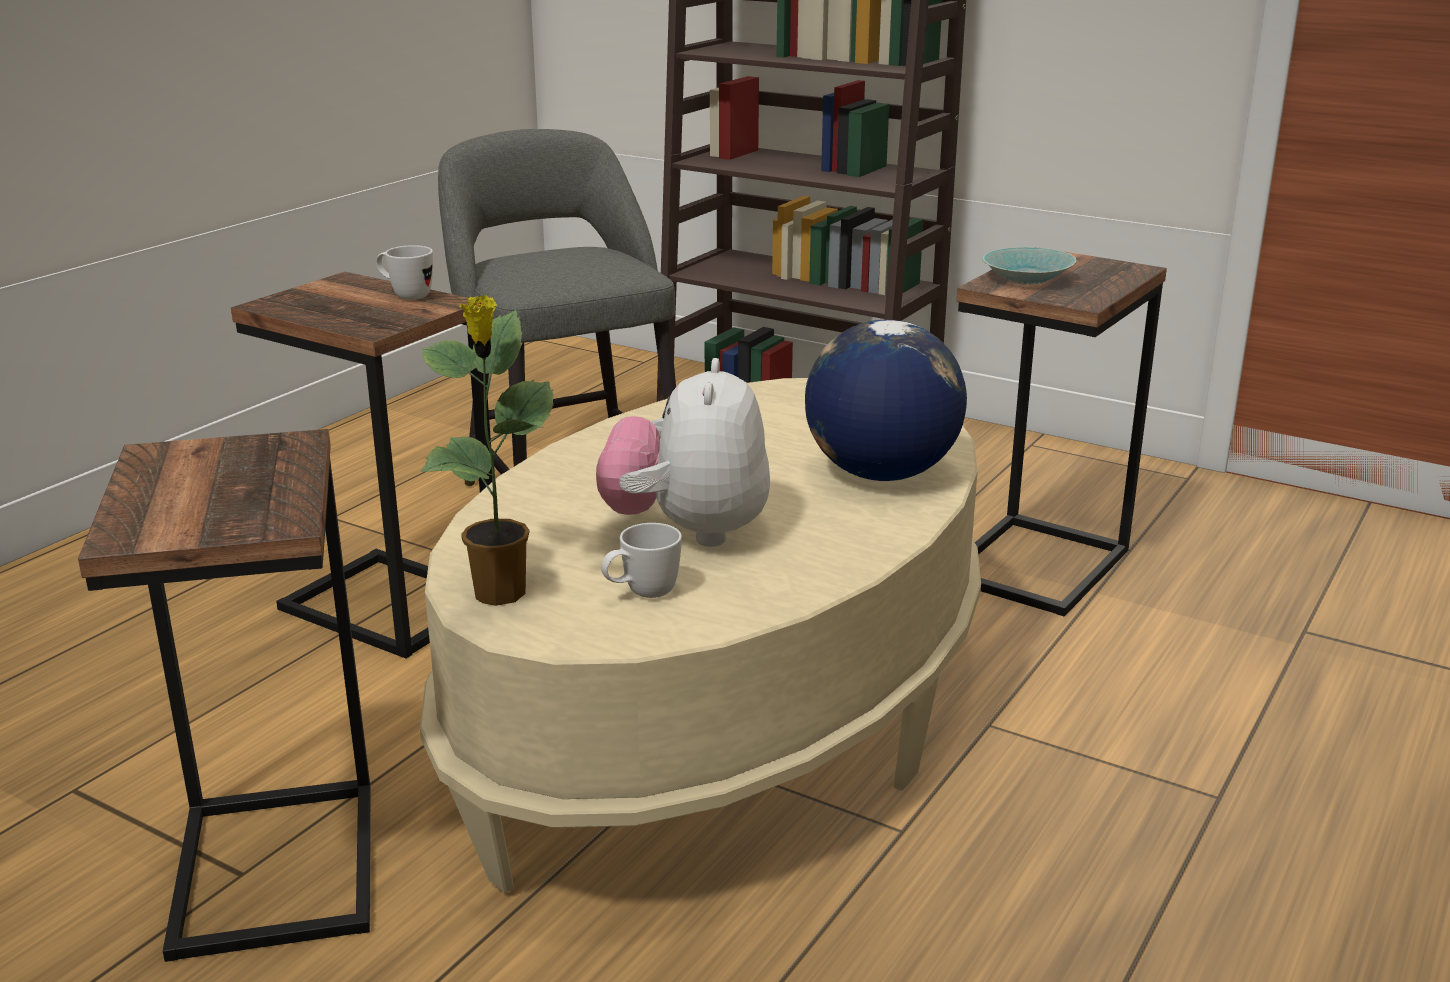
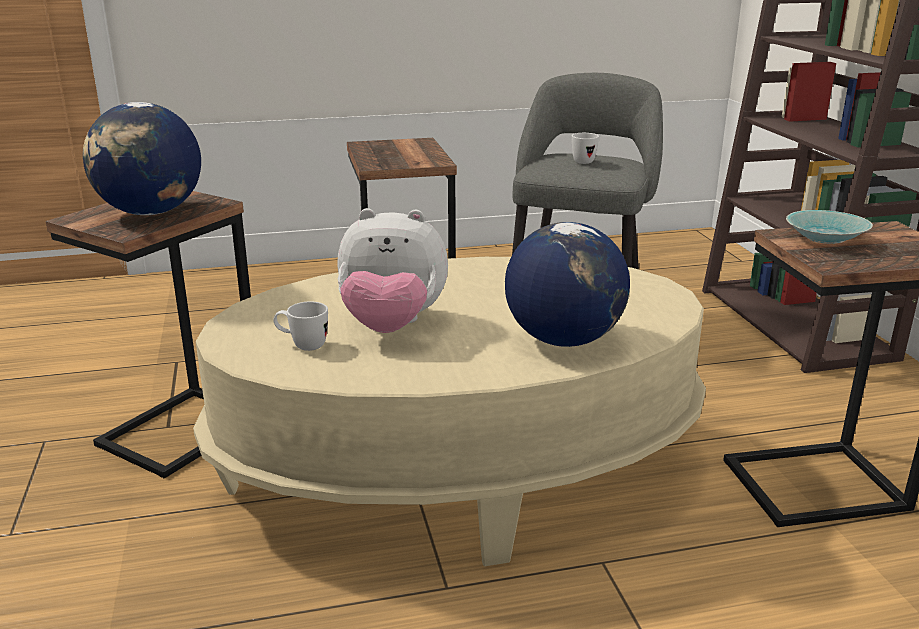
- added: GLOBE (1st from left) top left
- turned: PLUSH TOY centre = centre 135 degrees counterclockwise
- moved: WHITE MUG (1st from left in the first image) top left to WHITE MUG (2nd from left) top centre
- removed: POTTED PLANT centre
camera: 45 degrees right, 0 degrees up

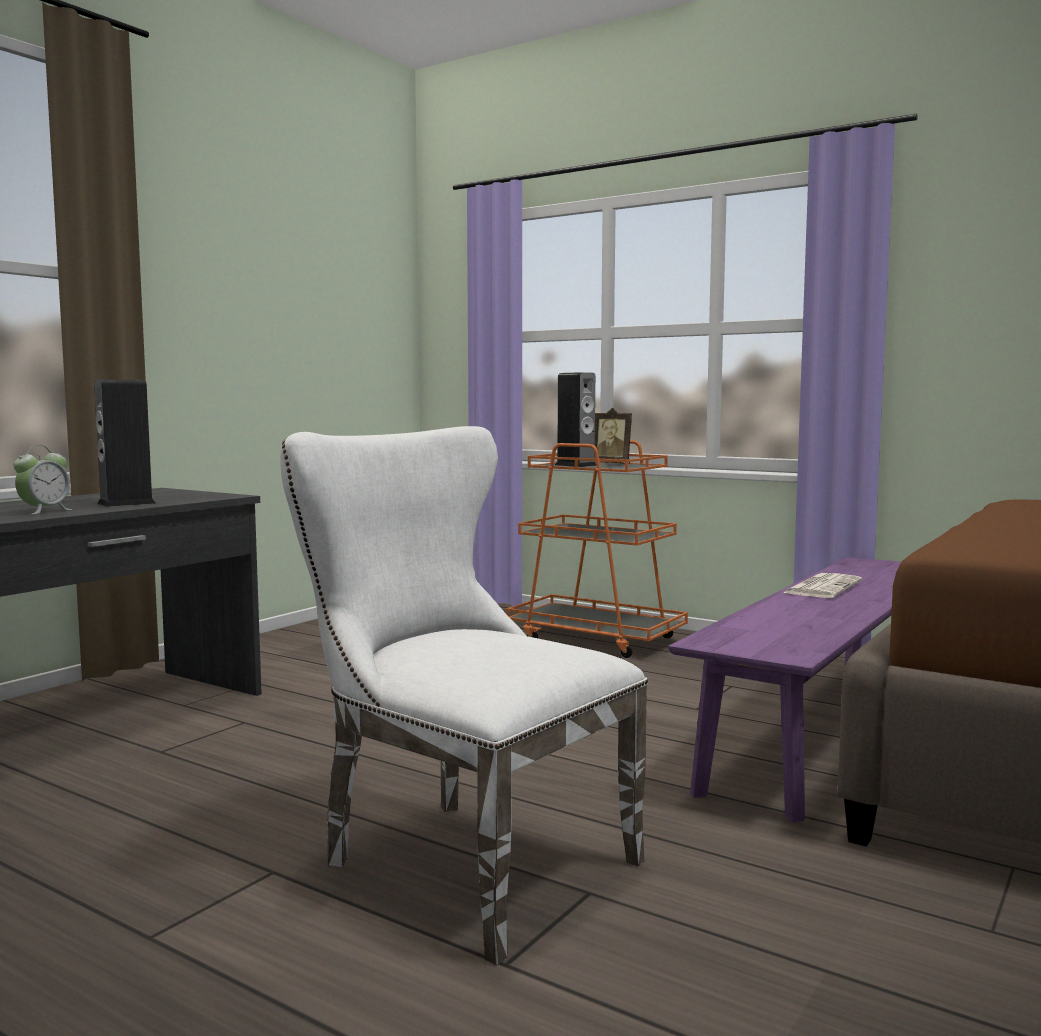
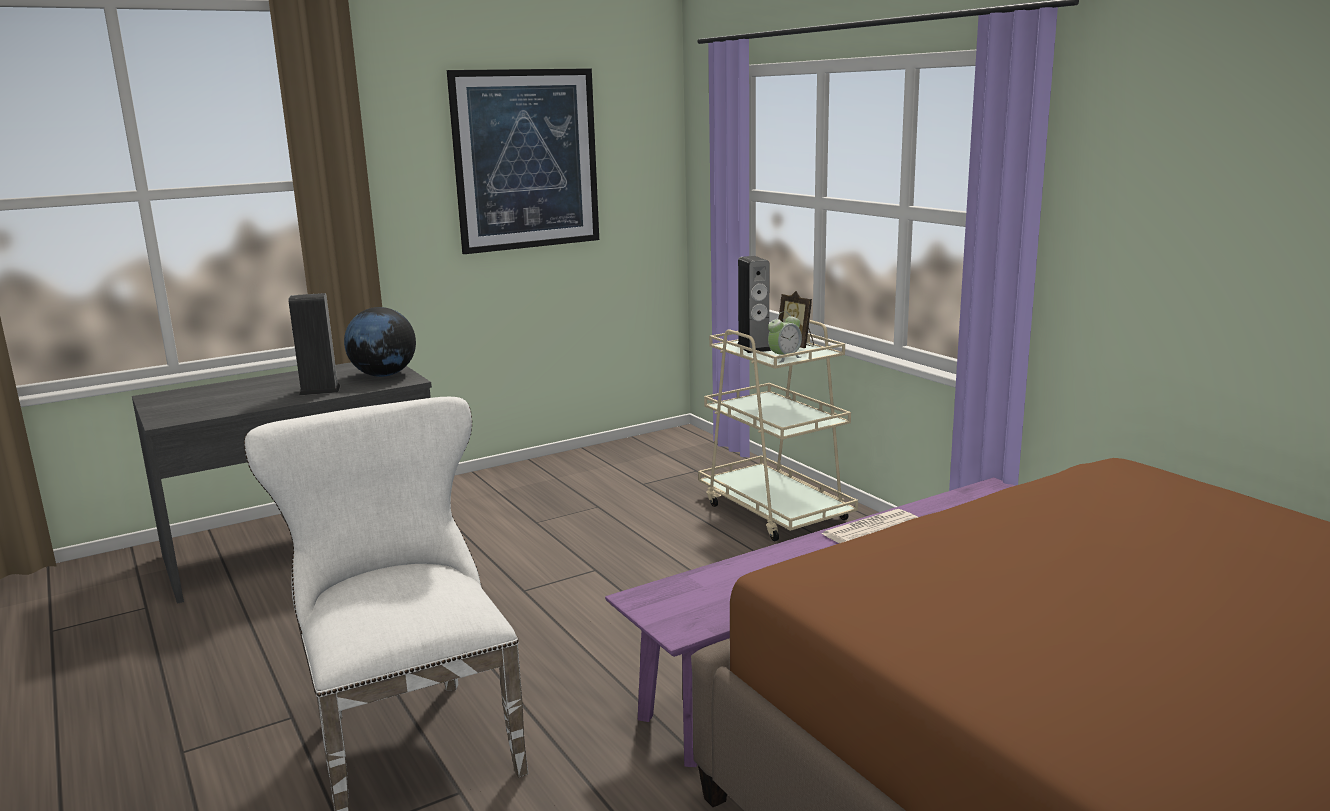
- added: GLOBE middle left
- added: PICTURE top centre
- recoloured: ORANGE CART centre to BEIGE CART centre
- moved: ALARM CLOCK middle left to centre
camera: 25 degrees right, 10 degrees up

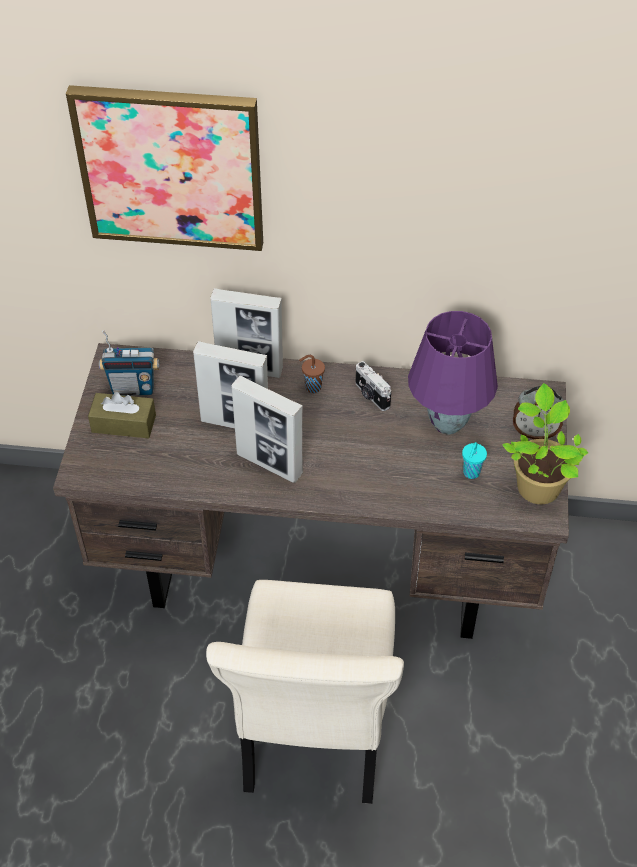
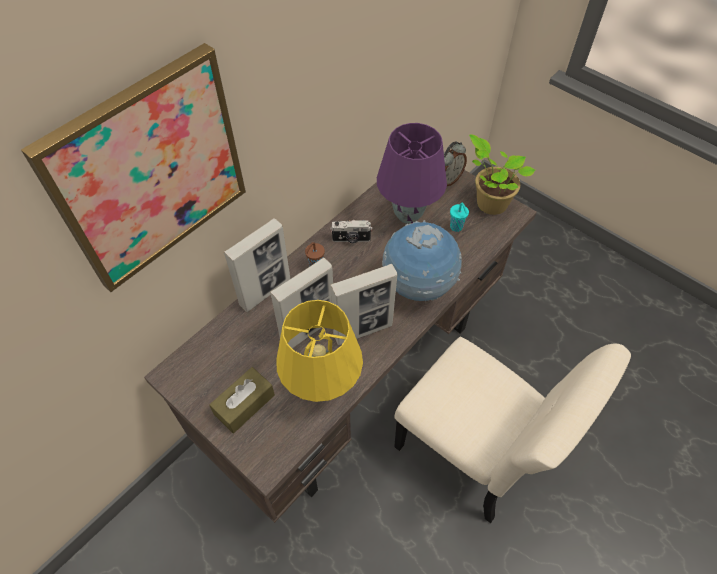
- added: YELLOW TABLE LAMP centre
- added: GLOBE centre
- removed: RADIO middle left
camera: 55 degrees left, 5 degrees up

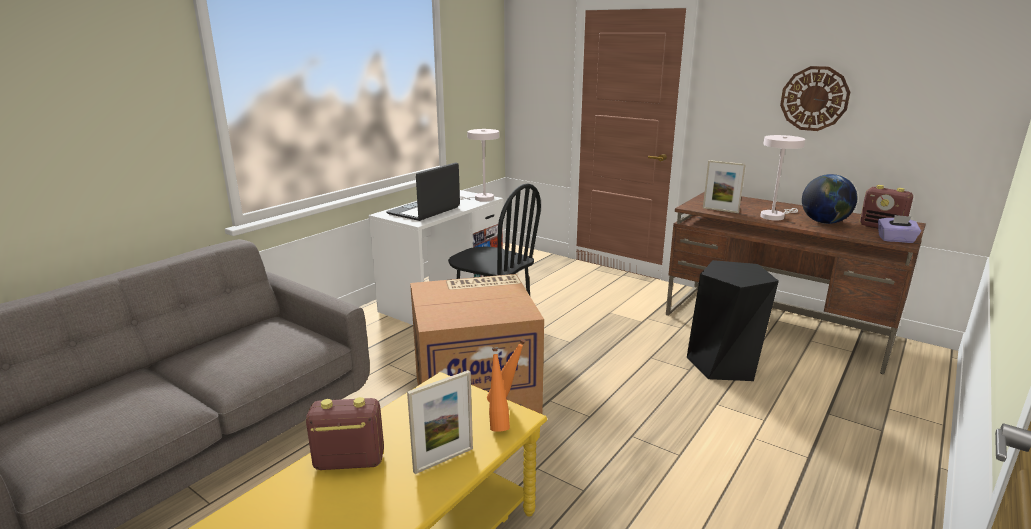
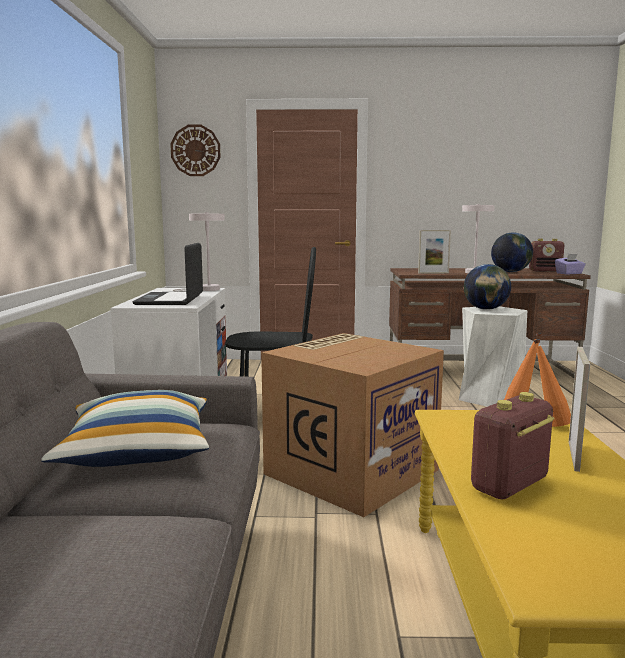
- added: PILLOW middle left
- moved: WALL CLOCK top right to top left
- recoloured: BLACK STOOL middle right to WHITE STOOL middle right
- added: GLOBE (1st from left) middle right
camera: 35 degrees left, 10 degrees down

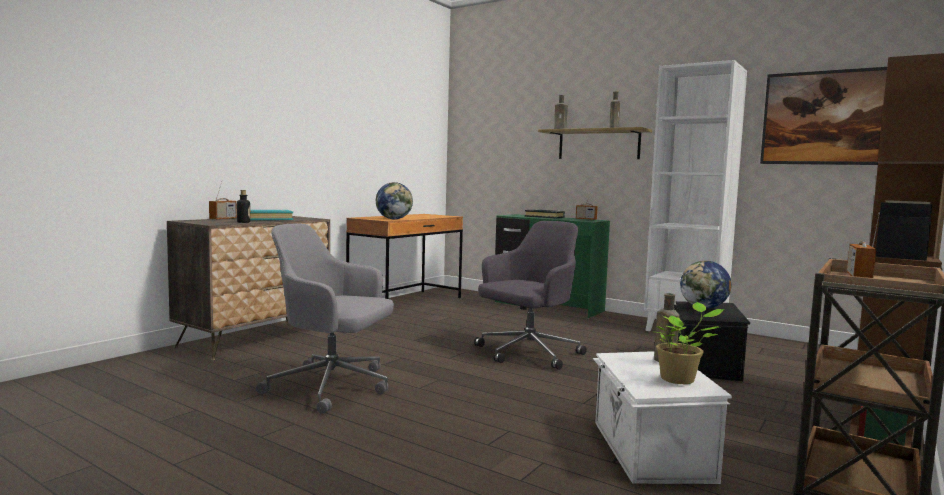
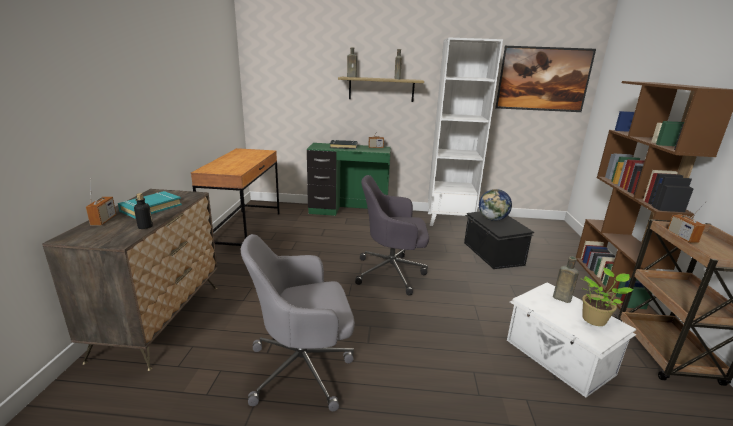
- turned: GREY OFFICE CHAIR (2nd from left) centre = centre 105 degrees counterclockwise
- removed: GLOBE (1st from left) centre
camera: 30 degrees left, 15 degrees up

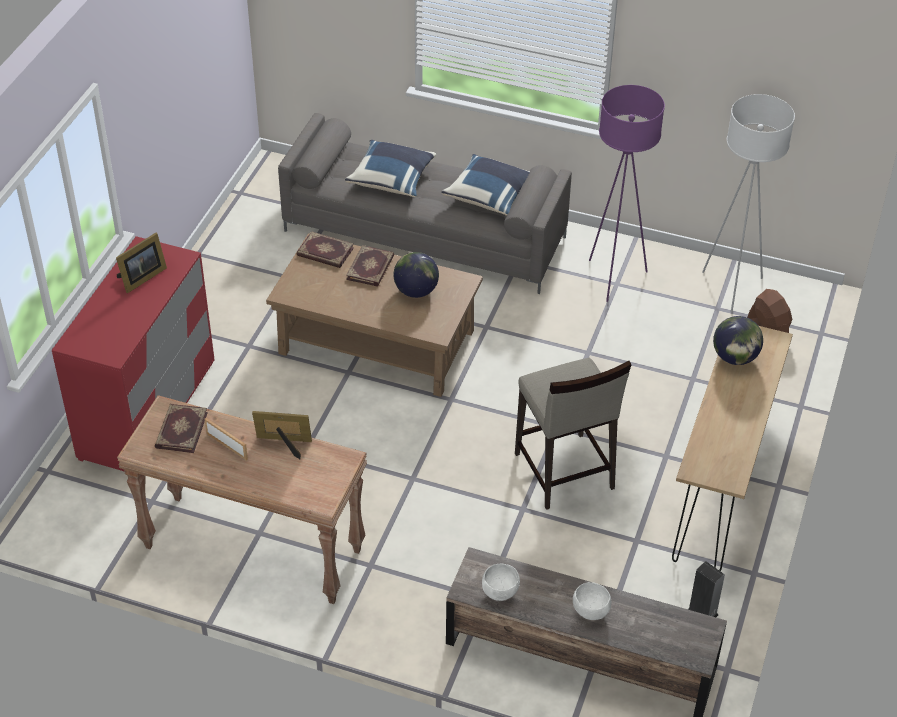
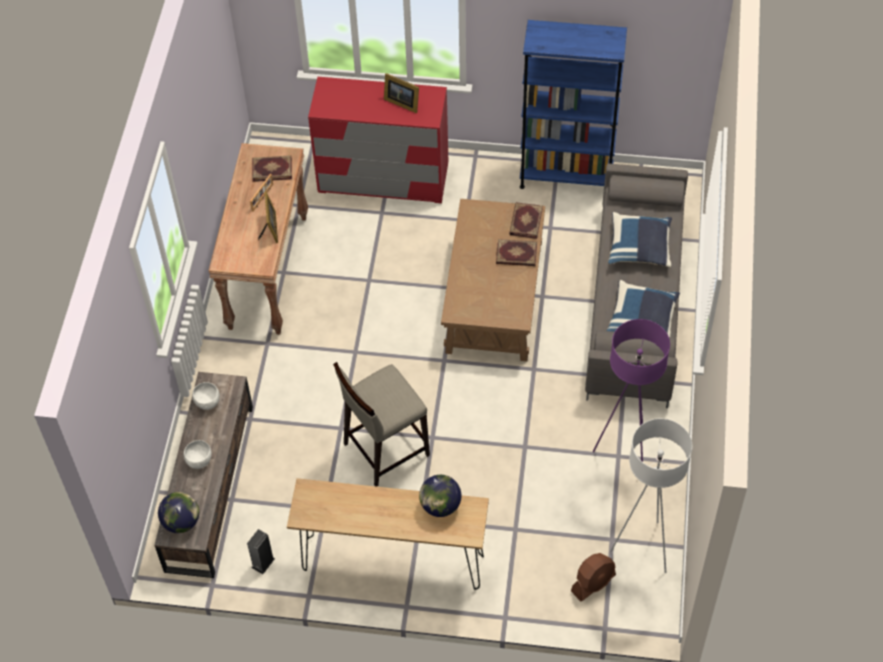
- moved: GLOBE (1st from left) centre to bottom left
- added: BLUE BOOKCASE top centre
camera: 80 degrees right, 10 degrees up

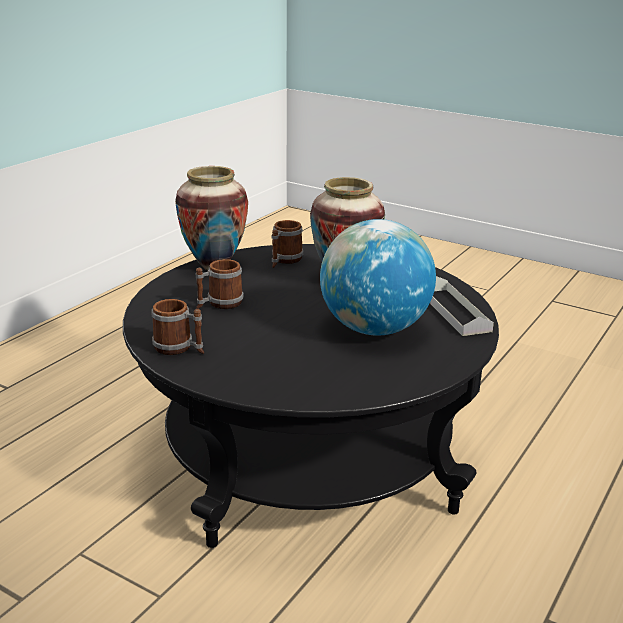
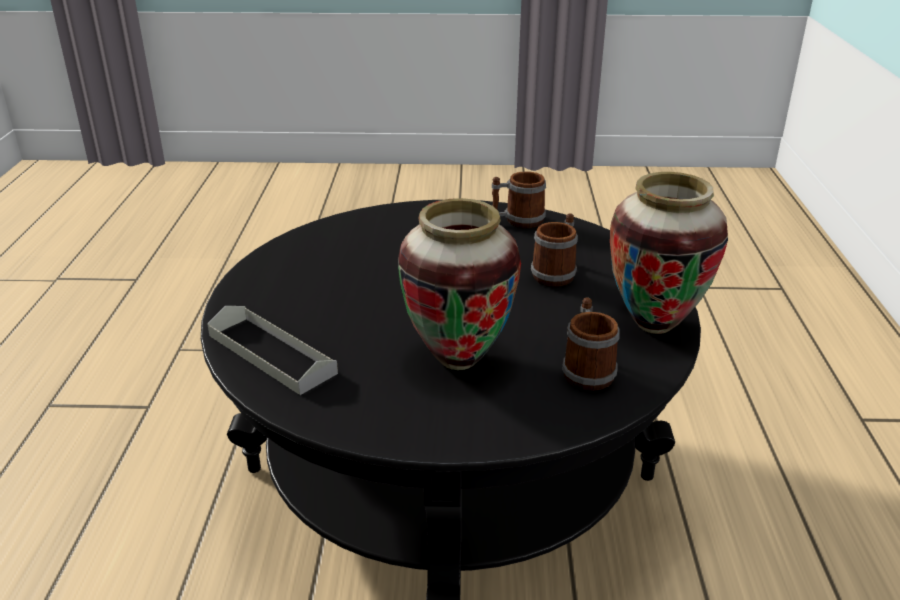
- removed: GLOBE centre
camera: 150 degrees right, 5 degrees up

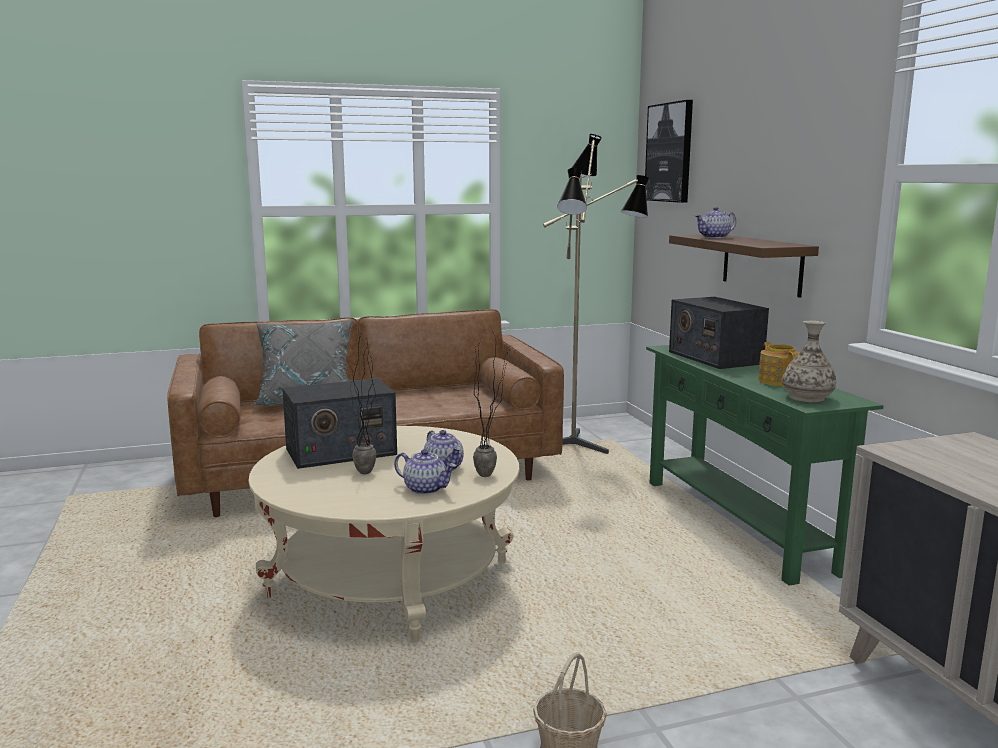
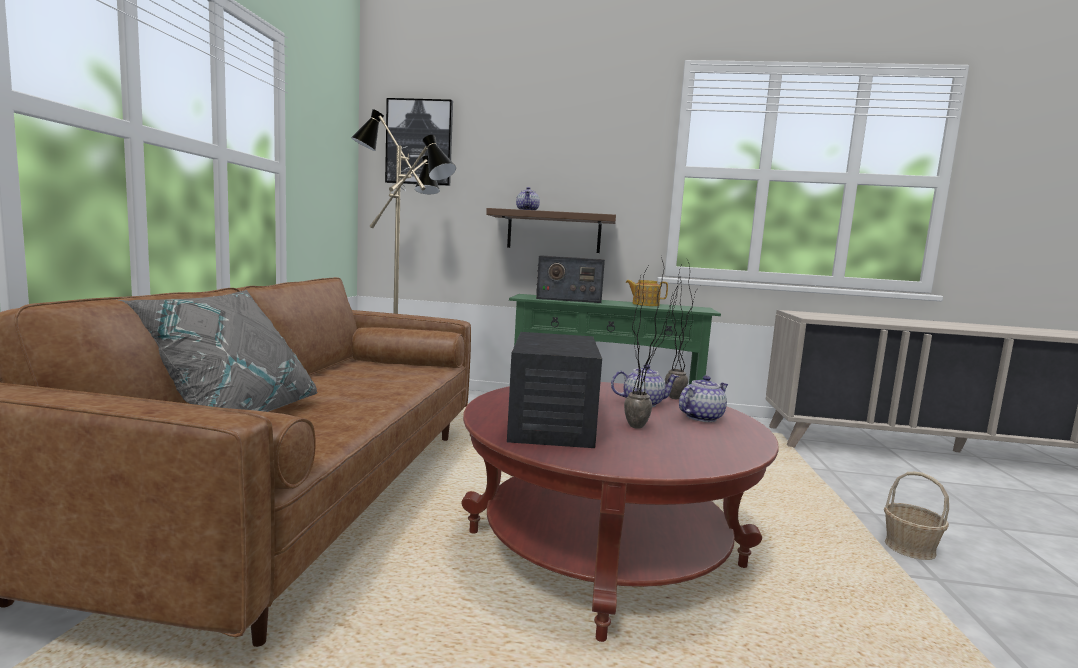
- recoloured: BEIGE COFFEE TABLE bottom centre to RED COFFEE TABLE bottom centre
- removed: VASE middle right
camera: 65 degrees left, 5 degrees down

